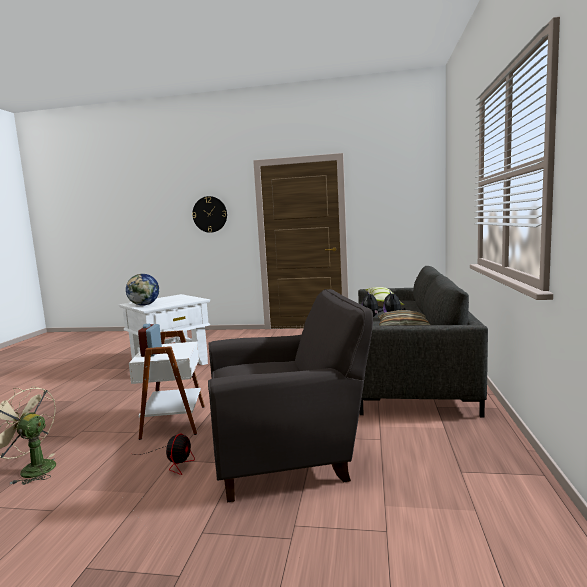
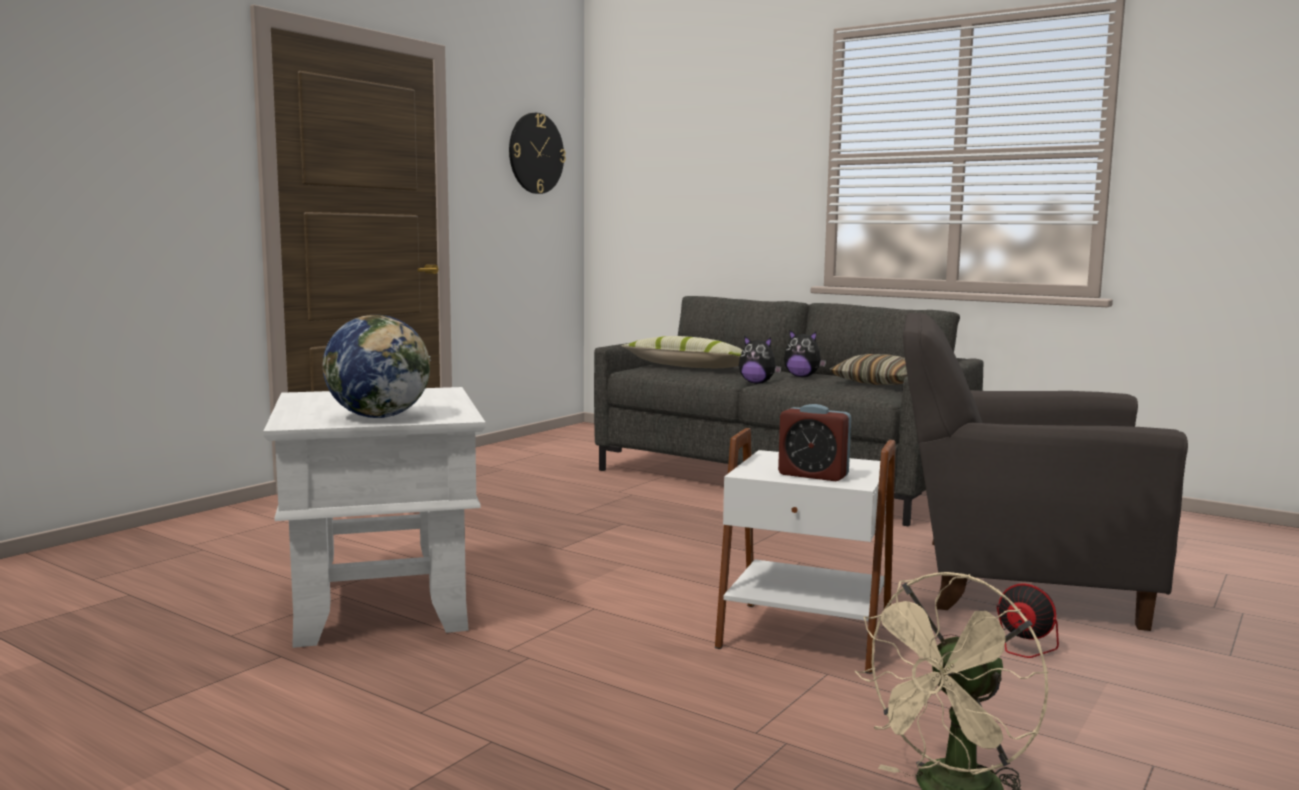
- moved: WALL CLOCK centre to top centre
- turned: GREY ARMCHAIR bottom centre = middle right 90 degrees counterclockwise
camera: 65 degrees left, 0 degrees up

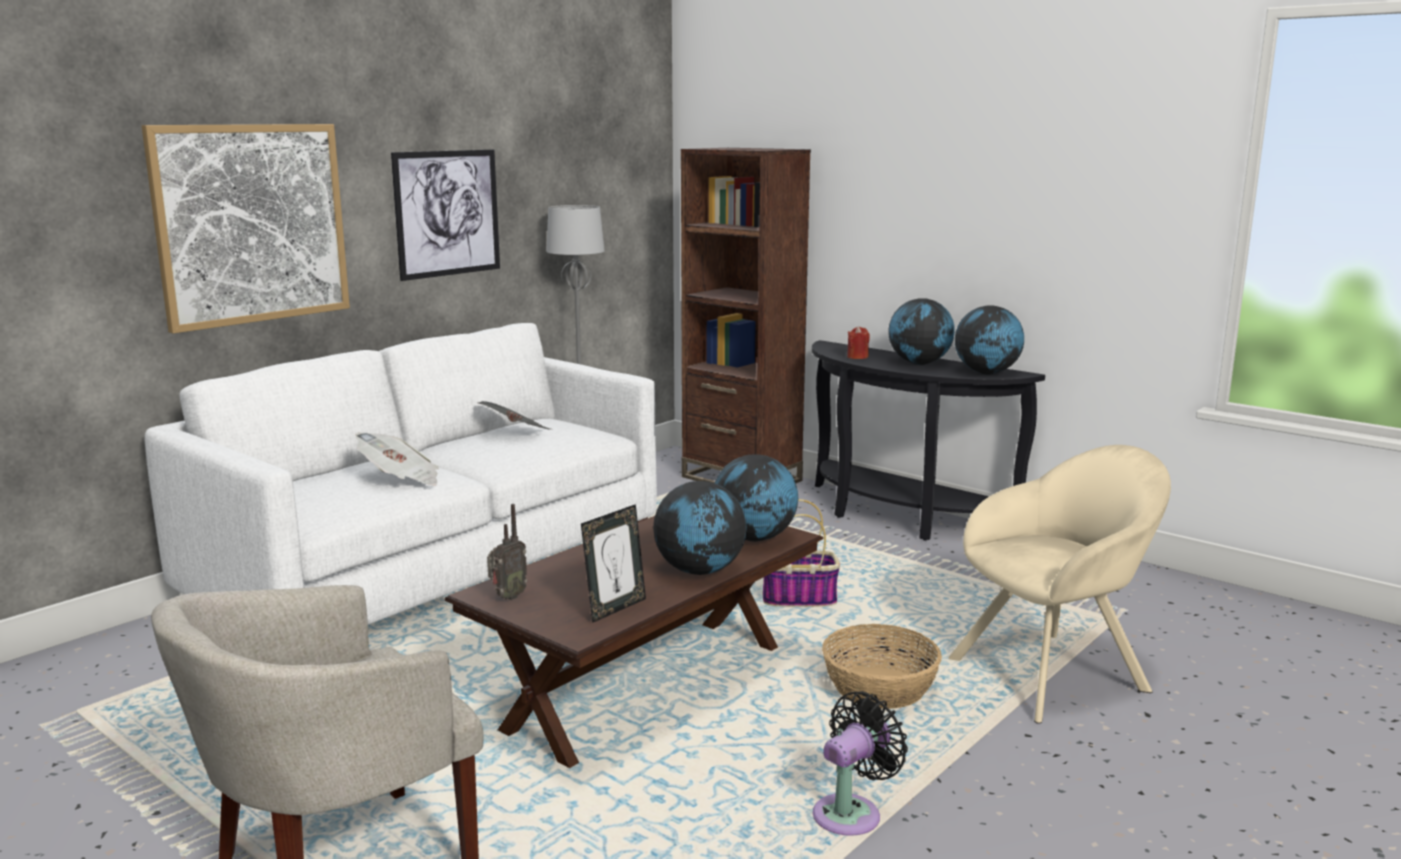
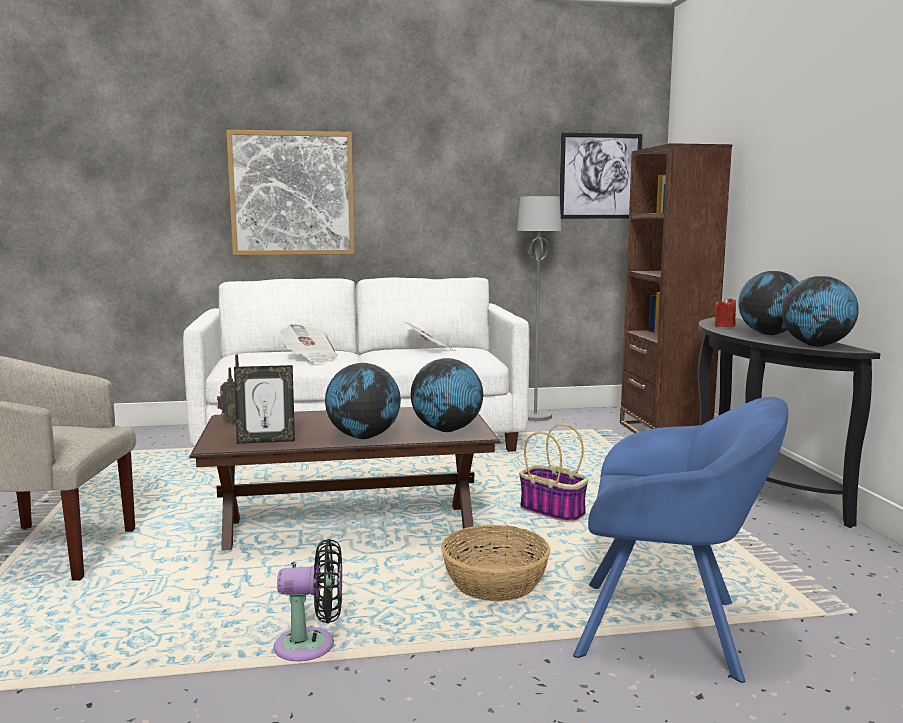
- moved: PICTURE (2nd from left) top left to top centre
- recoloured: BEIGE ARMCHAIR (2nd from left) bottom right to BLUE ARMCHAIR bottom right
camera: 40 degrees right, 5 degrees down

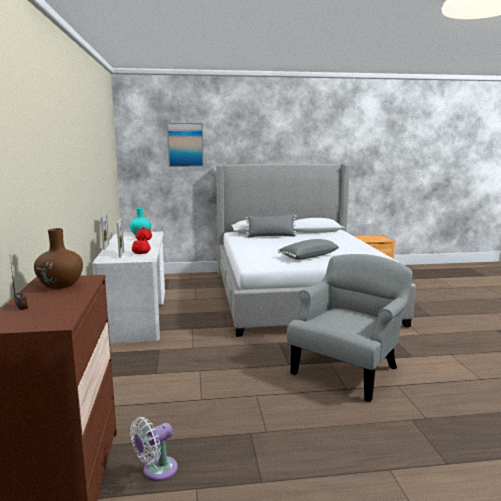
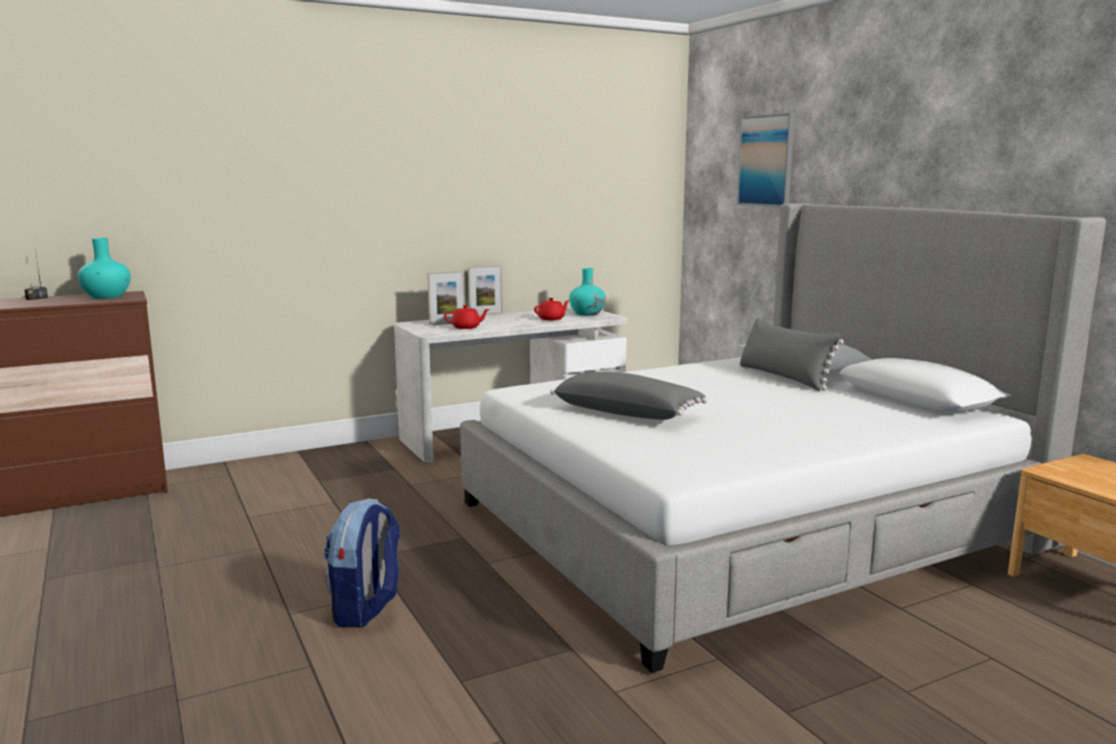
- recoloured: BROWN VASE middle left to TURQUOISE VASE (1st from left) middle left
- replaced: GREY ARMCHAIR middle right to BACKPACK bottom left
- removed: WHITE FAN bottom left
camera: 70 degrees right, 0 degrees up

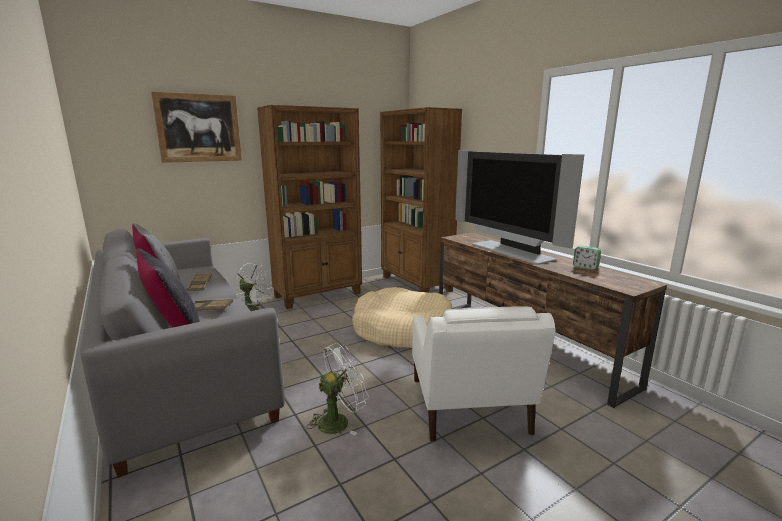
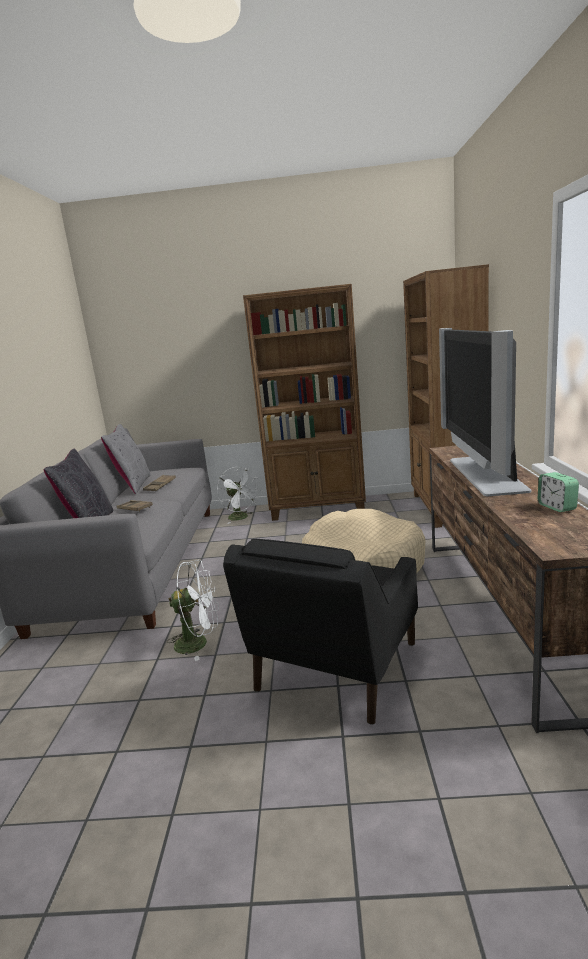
- recoloured: WHITE ARMCHAIR bottom centre to BLACK ARMCHAIR centre
- removed: PICTURE top left
camera: 35 degrees right, 0 degrees up

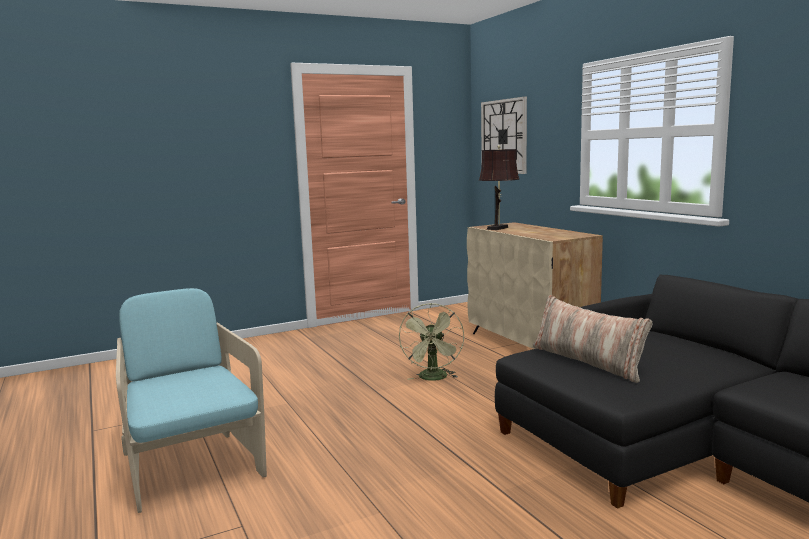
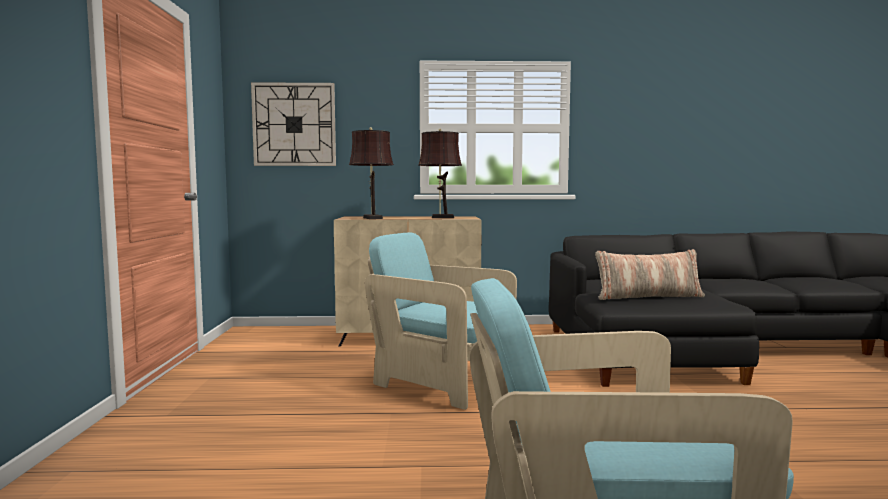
- replaced: GREEN FAN centre to TURQUOISE ARMCHAIR (1st from left) centre
- added: BROWN TABLE LAMP (2nd from left) centre
camera: 65 degrees left, 5 degrees down

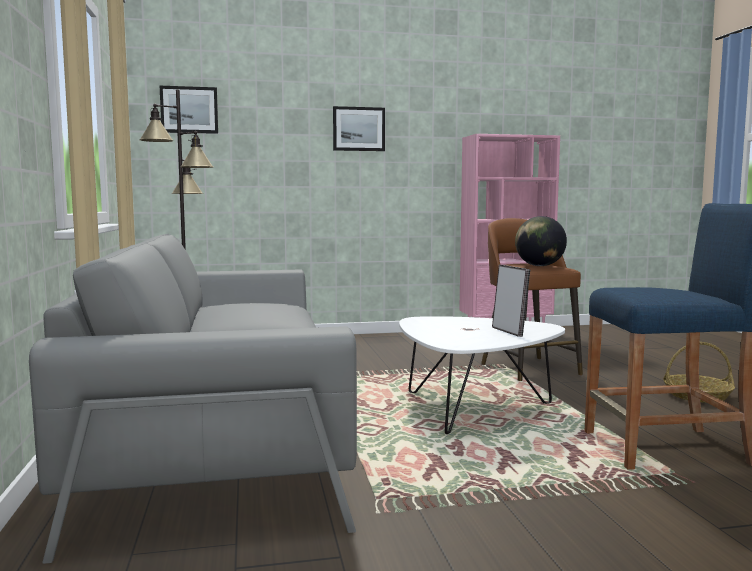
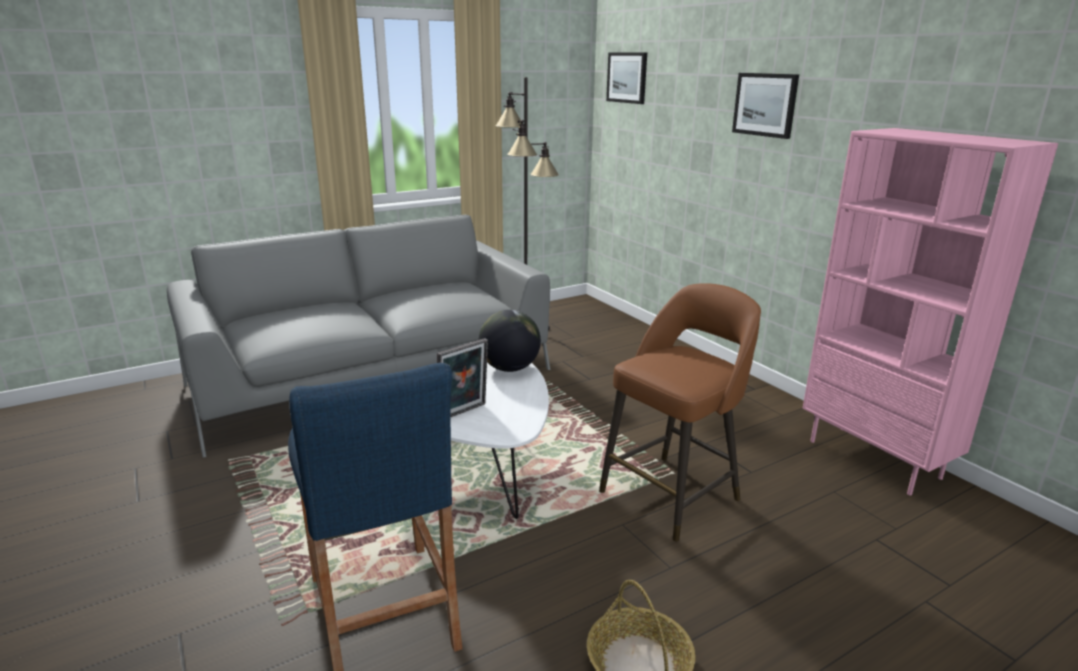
- moved: GLOBE middle right to centre
camera: 70 degrees right, 15 degrees up

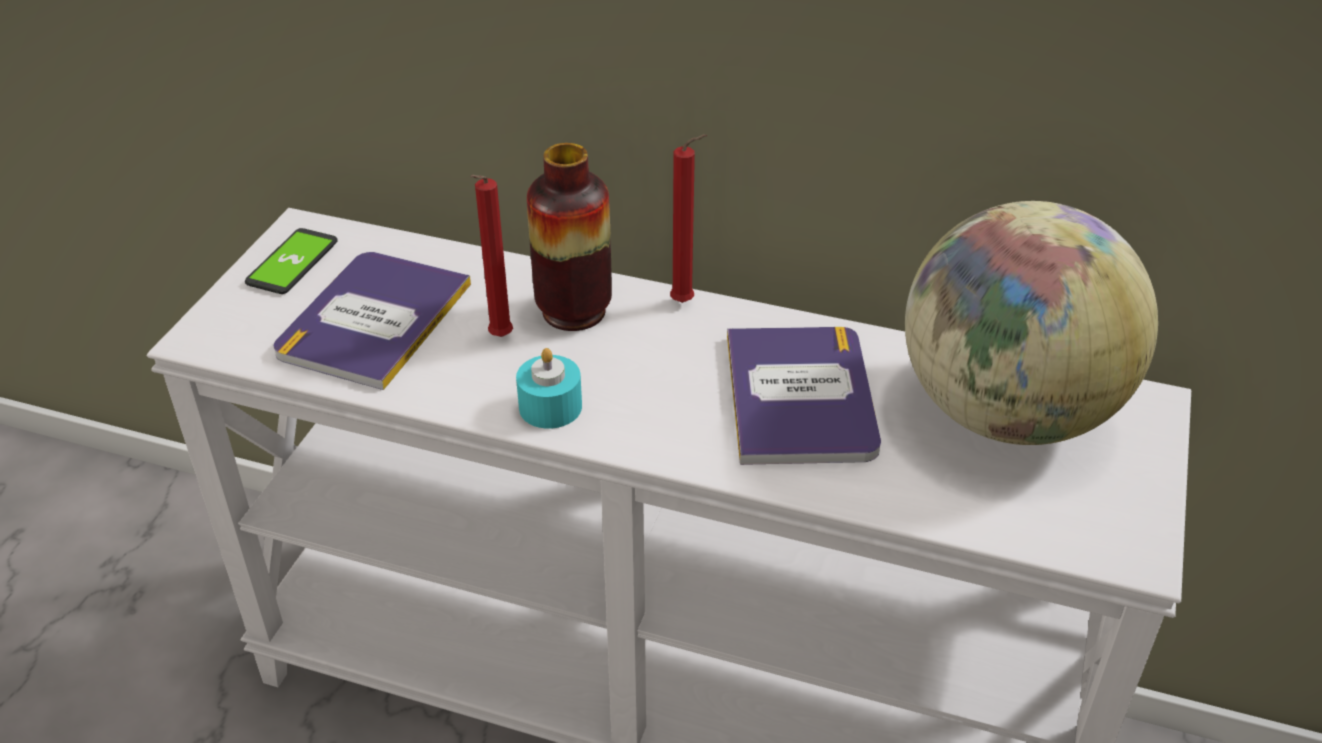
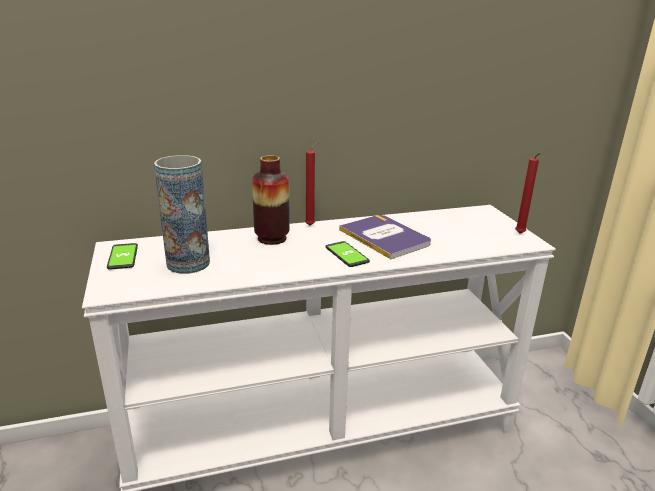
- replaced: BOOK (1st from left) middle left to VASE (1st from left) middle left
- added: PHONE (2nd from left) centre
- moved: RED CANDLE (1st from left in the first image) centre to RED CANDLE (2nd from left) middle right
- removed: TURQUOISE CANDLE centre
- removed: GLOBE middle right
camera: 35 degrees left, 15 degrees down

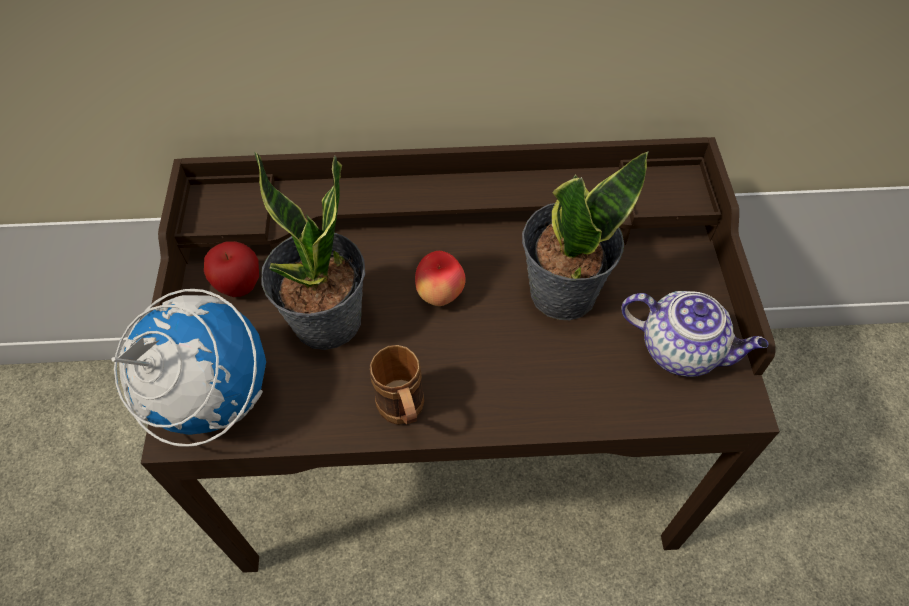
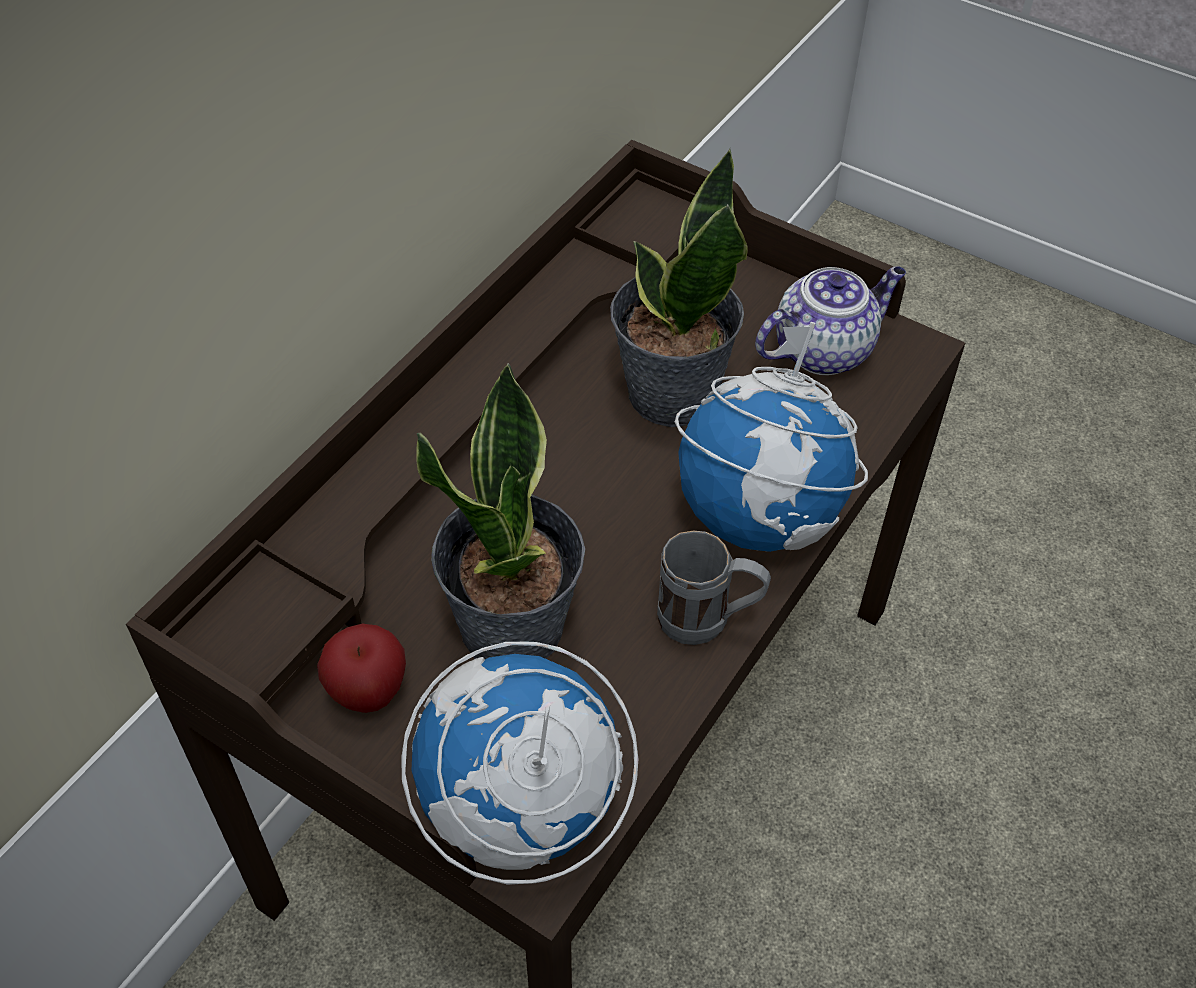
- recoloured: BROWN MUG centre to GREY MUG centre
- added: GLOBE (2nd from left) centre
- removed: APPLE (2nd from left) centre
camera: 55 degrees left, 5 degrees down

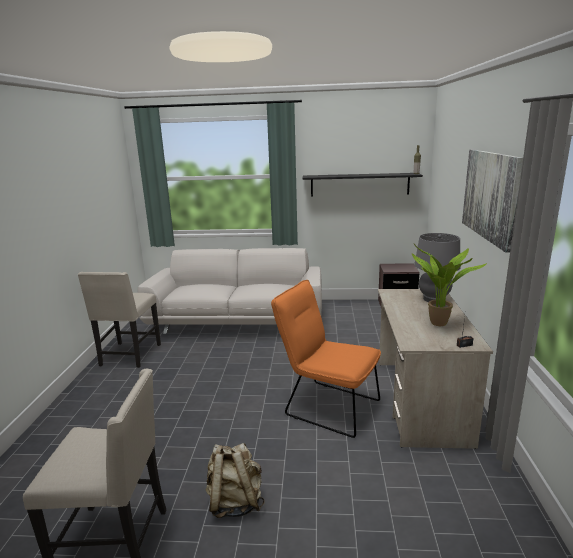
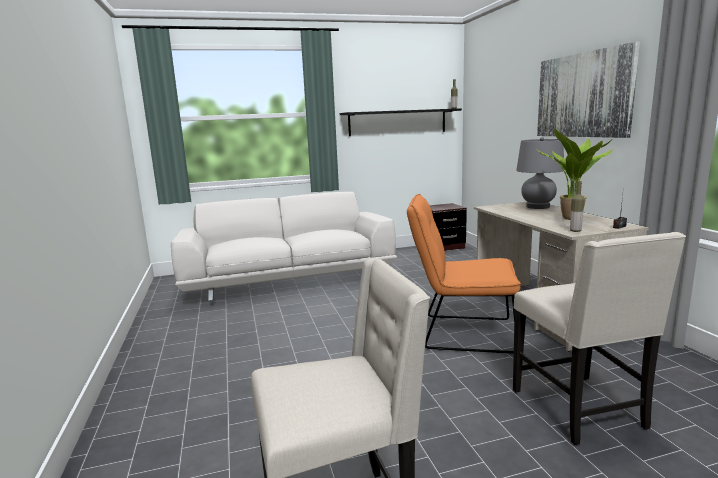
- moved: BEIGE CHAIR (2nd from left) middle left to bottom right
- added: BOTTLE (2nd from left) middle right
- removed: BEIGE BACKPACK bottom centre
camera: 20 degrees left, 5 degrees down

